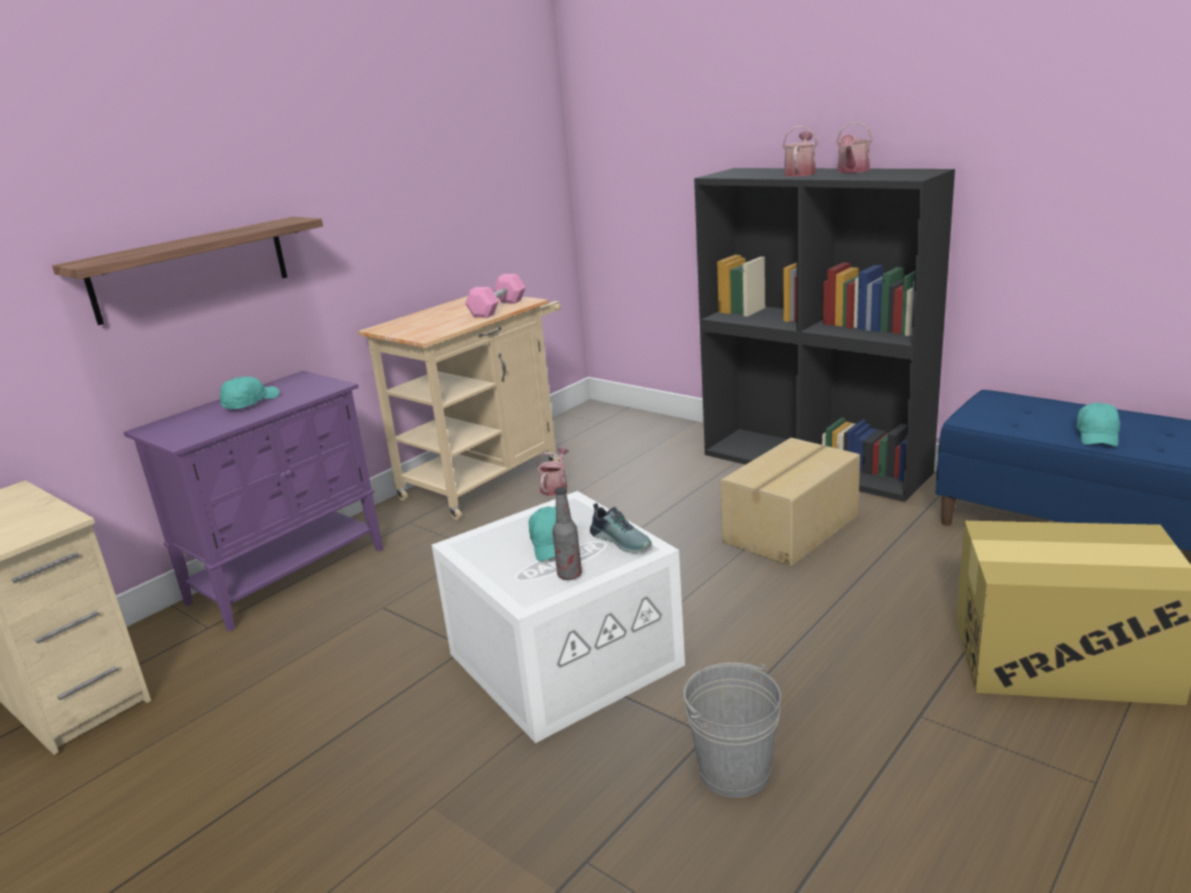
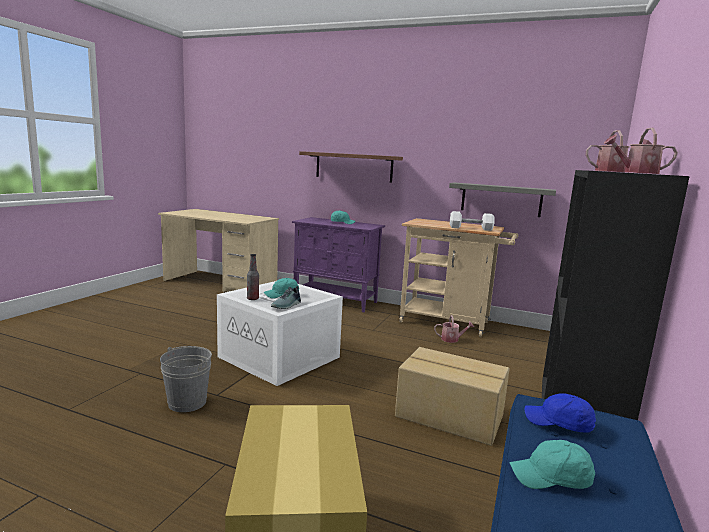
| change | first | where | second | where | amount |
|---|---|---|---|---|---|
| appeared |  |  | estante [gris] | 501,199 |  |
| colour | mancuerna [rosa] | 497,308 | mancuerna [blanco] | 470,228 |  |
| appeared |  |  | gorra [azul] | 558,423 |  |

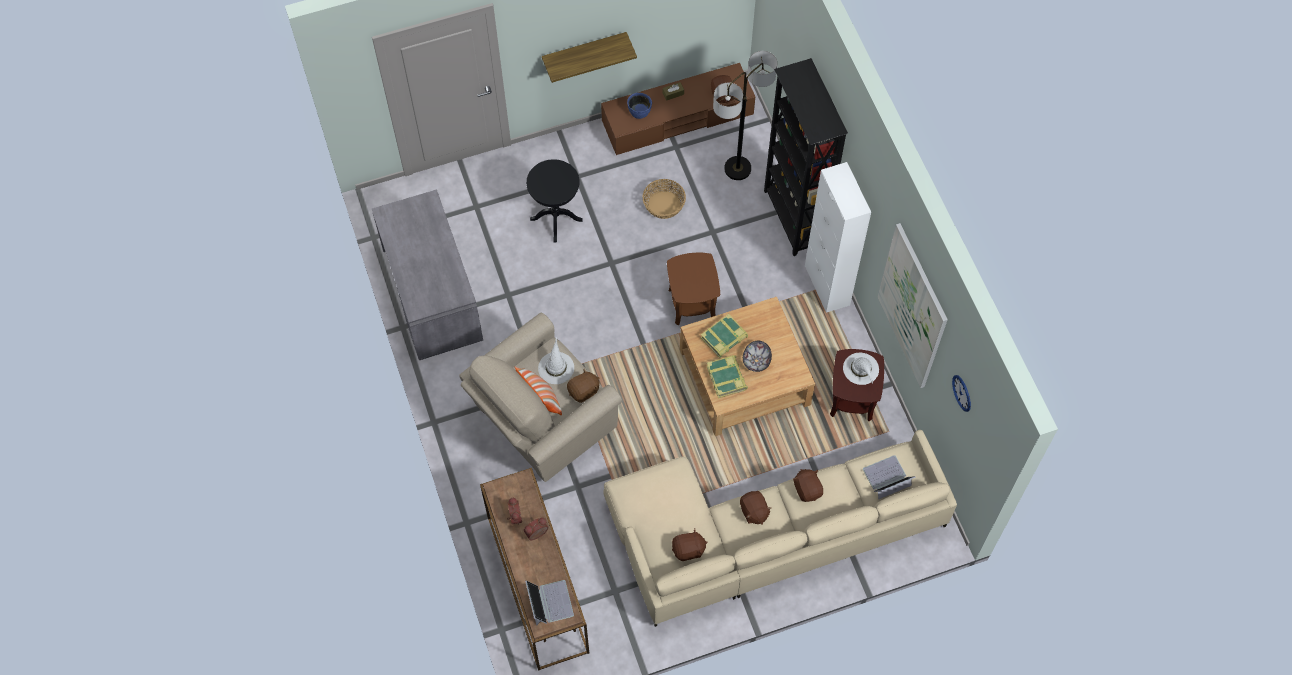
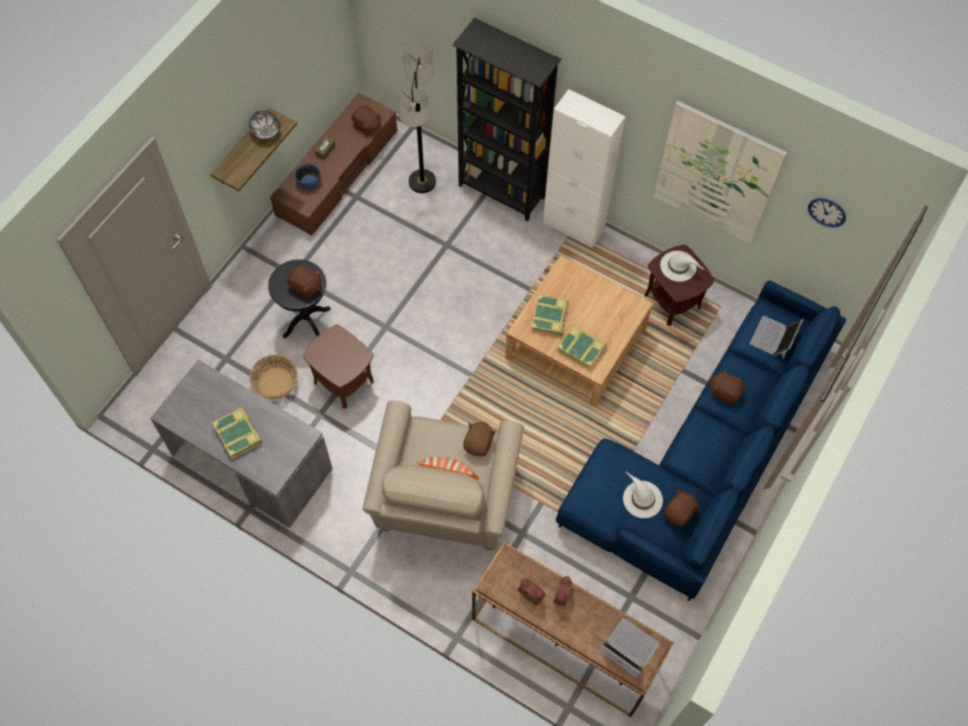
| change | first | where | second | where | amount |
|---|---|---|---|---|---|
| appeared |  |  | libro | 238,434 |  |
| relocated | cuenco | 756,360 |  | 265,132 |  |
| relocated | cesta | 664,204 |  | 275,383 |  |
| relocated | peluche [marrón] | 753,511 |  | 305,287 |  |
| relocated | mesa auxiliar [marrón] | 692,304 |  | 344,381 |  |
| colour | sofá [beis] | 765,533 | sofá [azul] | 704,456 |  |
| relocated | sombrero [blanco] | 556,367 |  | 642,499 |  |

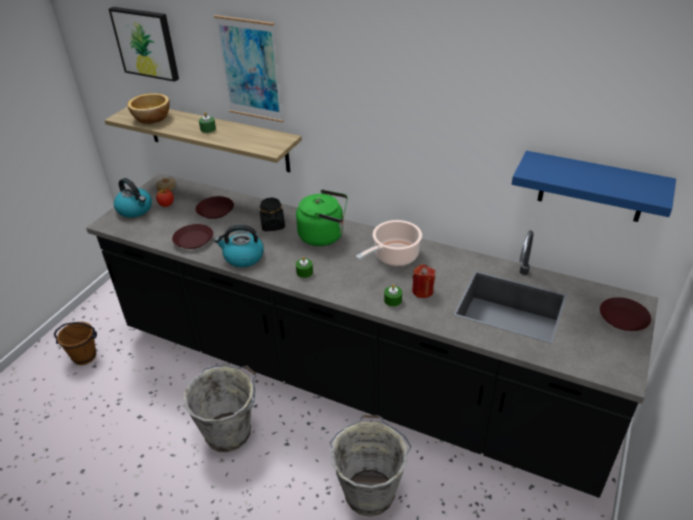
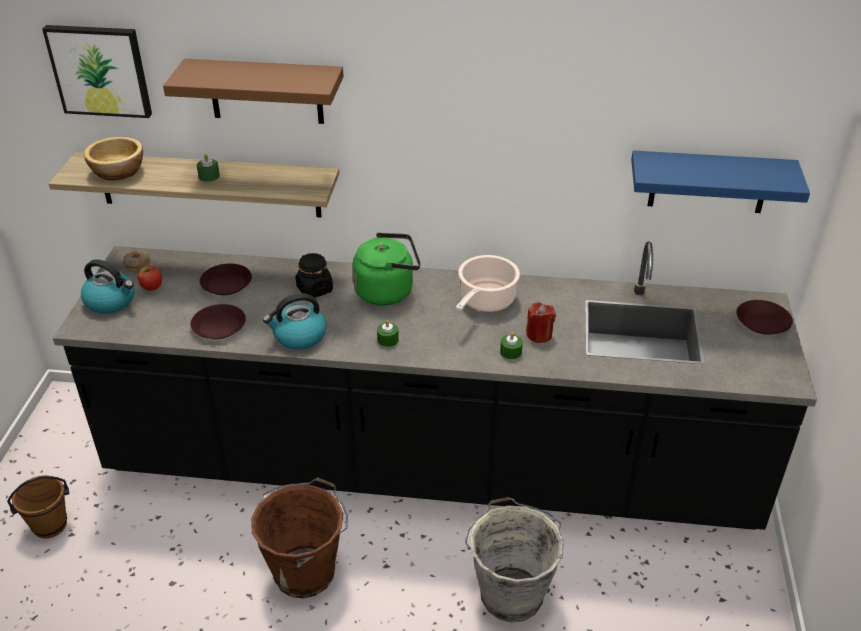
| change | first | where | second | where | amount |
|---|---|---|---|---|---|
| exchanged | cuadro | 250,69 | estante [marrón] | 266,91 |  |
| colour | cubo [gris] | 230,432 | cubo [marrón] | 306,570 |  |

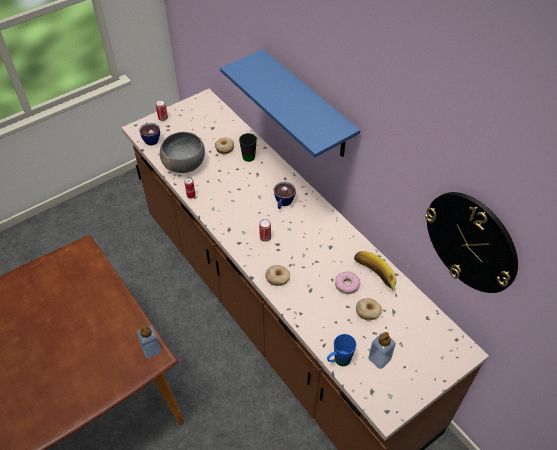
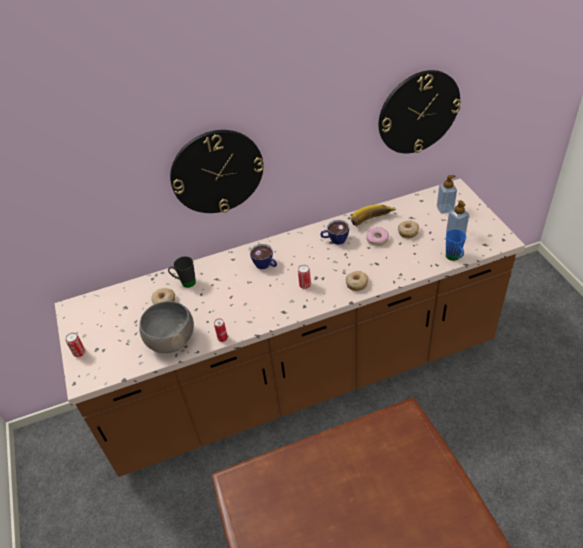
| change | first | where | second | where | amount |
|---|---|---|---|---|---|
| exchanged | estante [azul] | 307,106 | reloj de pared | 217,172 |  |
| relocated | taza | 151,139 |  | 334,240 |  |
| relocated | dispensador de jabón | 151,349 |  | 445,209 |  |

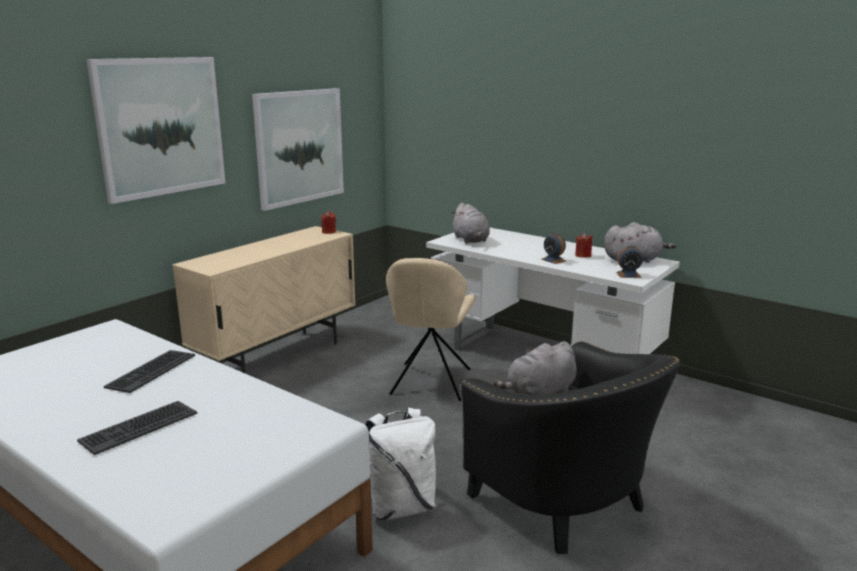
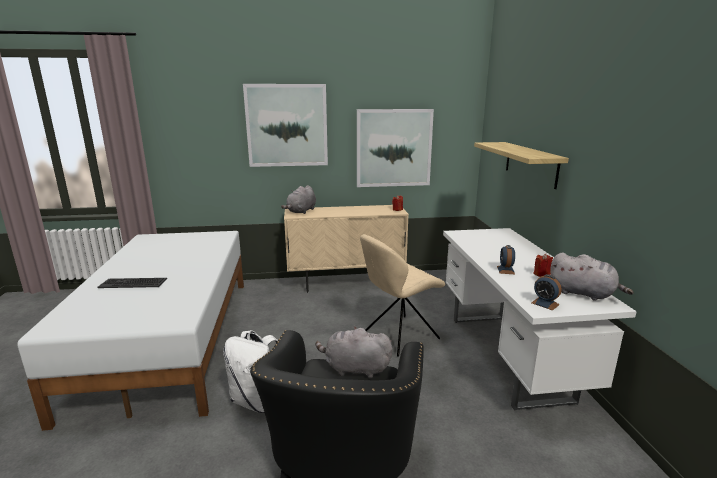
| change | first | where | second | where | amount |
|---|---|---|---|---|---|
| relocated | peluche [gris] | 471,240 |  | 301,211 |  |
| appeared |  |  | estante | 530,163 |  |
| missing | teclado | 151,371 |  |  |  |

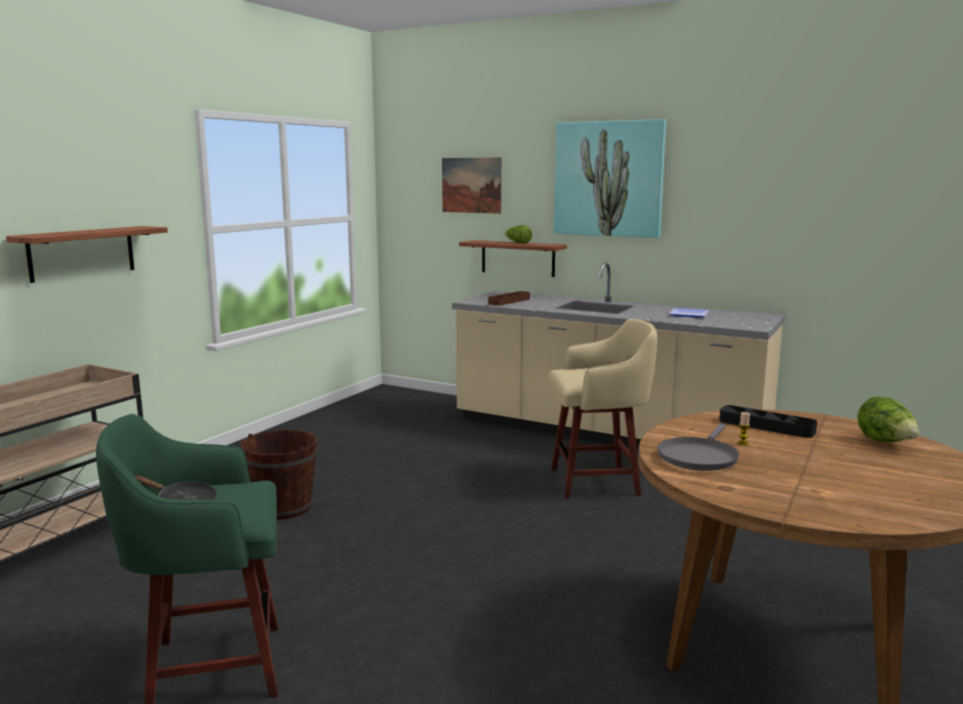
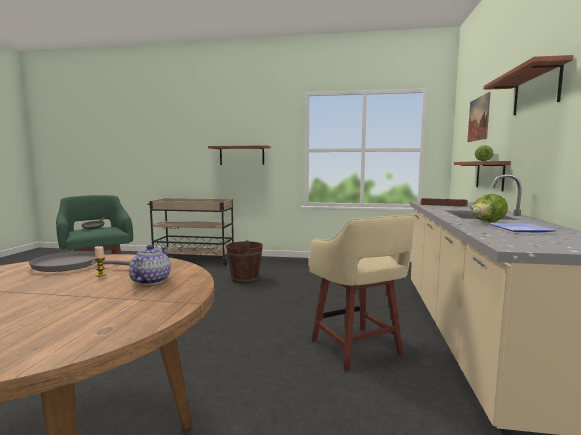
| change | first | where | second | where | amount |
|---|---|---|---|---|---|
| exchanged | bandeja [negro] | 766,426 | tetera | 150,281 |  |
| relocated | lechuga | 886,443 |  | 487,222 |  |
| exchanged | cuadro | 608,179 | estante | 536,90 |  |

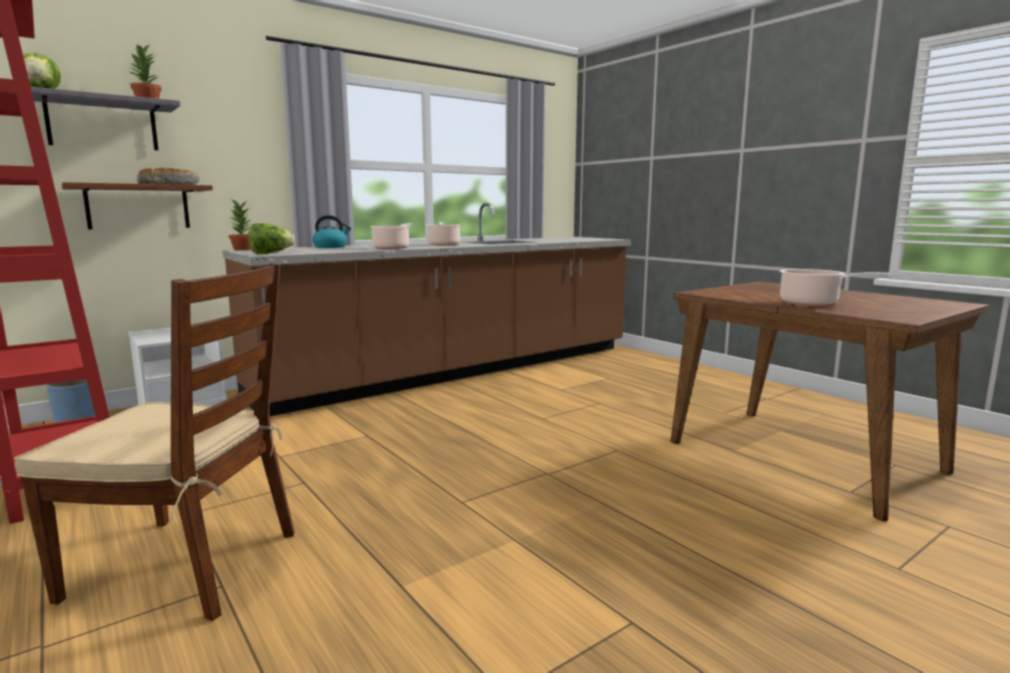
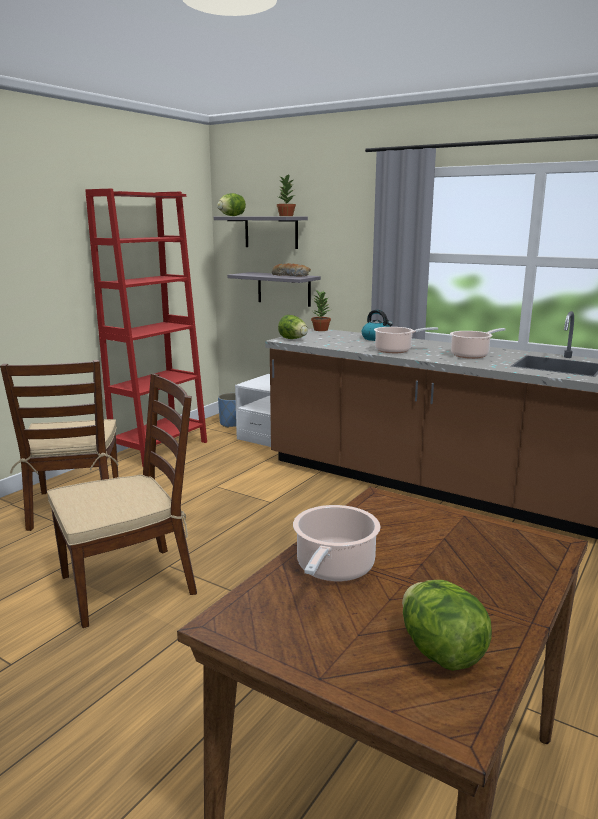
| change | first | where | second | where | amount |
|---|---|---|---|---|---|
| appeared |  |  | silla [marrón] | 129,584 |  |
| colour | estante [marrón] | 138,207 | estante [gris] | 284,289 |  |
| appeared |  |  | lechuga | 440,652 |  |

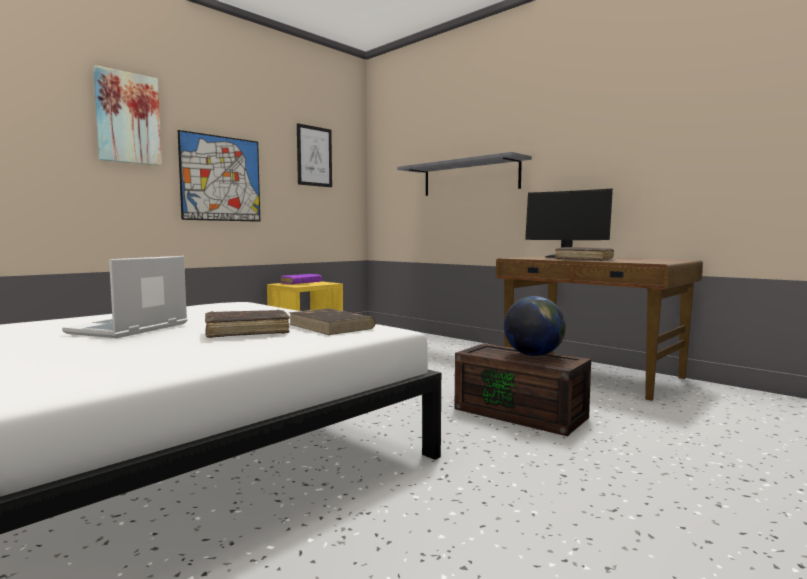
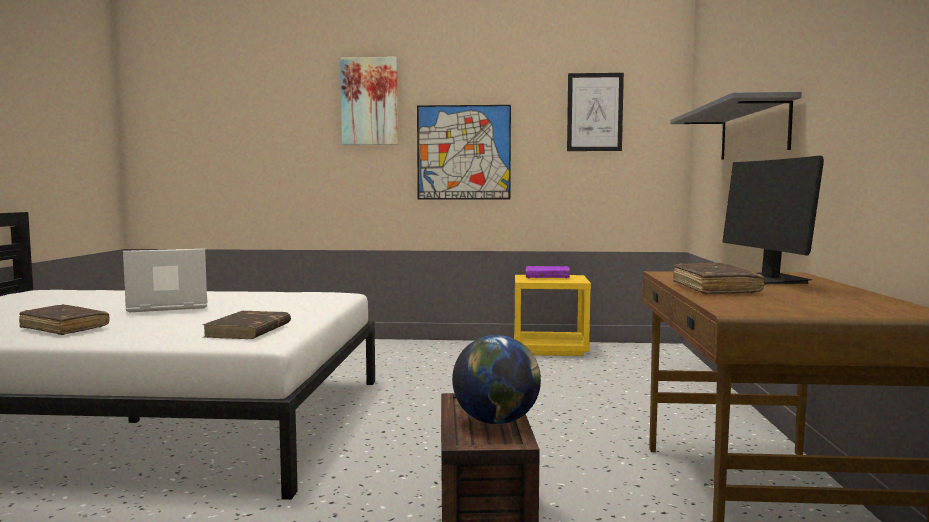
| change | first | where | second | where | amount |
|---|---|---|---|---|---|
| relocated | libro [marrón] | 247,332 |  | 64,328 |  |

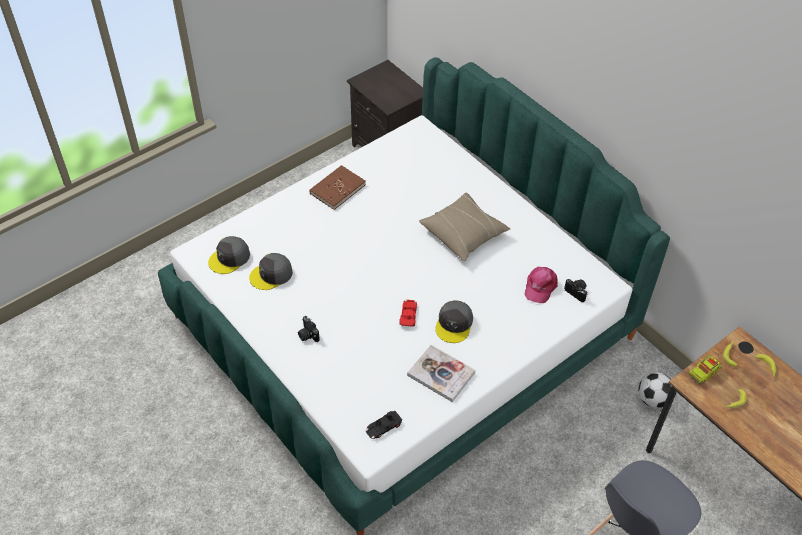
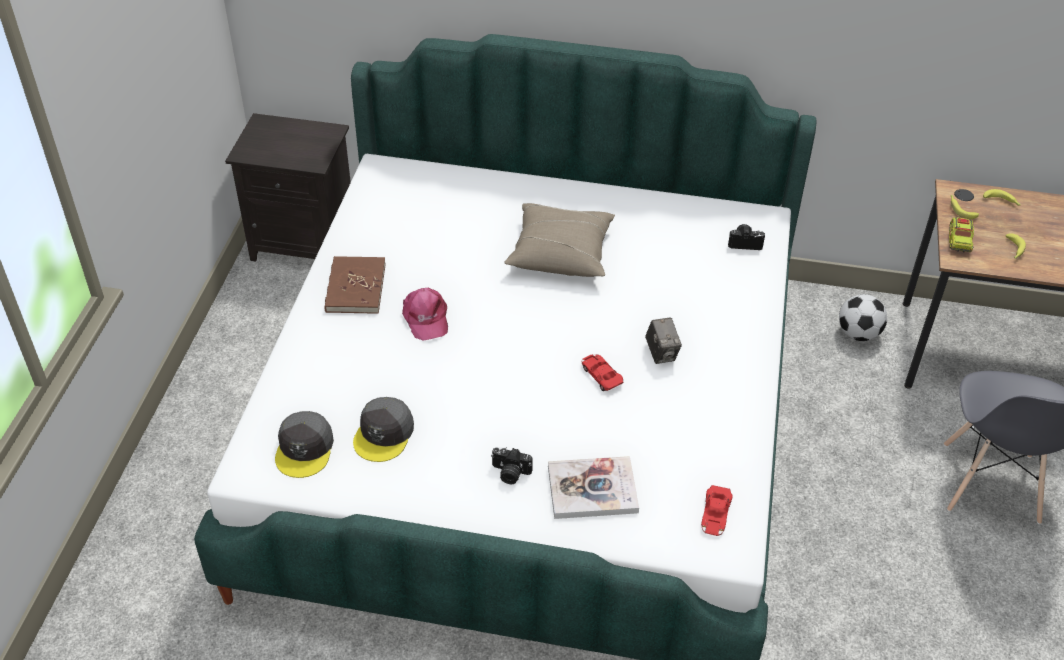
| change | first | where | second | where | amount |
|---|---|---|---|---|---|
| relocated | gorra [rosa] | 540,286 |  | 425,318 |  |
| relocated | libro | 441,374 |  | 592,489 |  |
| exchanged | gorra [gris] | 454,324 | cámara | 661,353 |  |
| colour | coche de juguete [negro] | 383,427 | coche de juguete [rojo] | 715,514 |  |

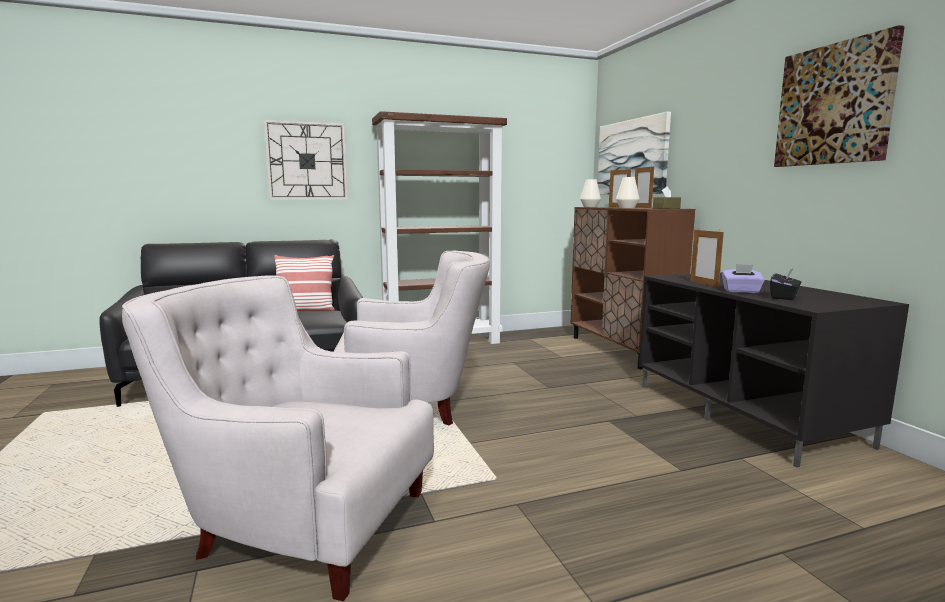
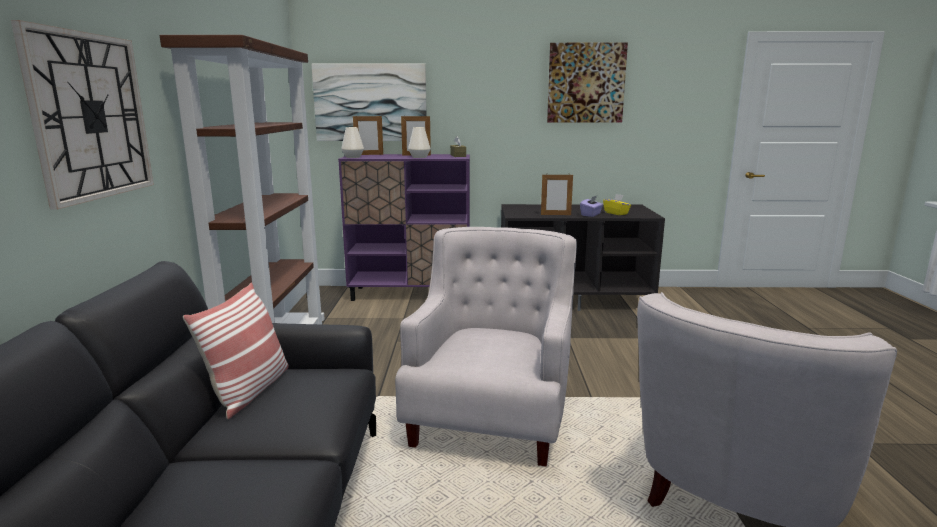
| change | first | where | second | where | amount |
|---|---|---|---|---|---|
| colour | armario [marrón] | 621,350 | armario [morado] | 411,294 |  |
| colour | caja de pañuelos [negro] | 784,297 | caja de pañuelos [amarillo] | 616,213 |  |

